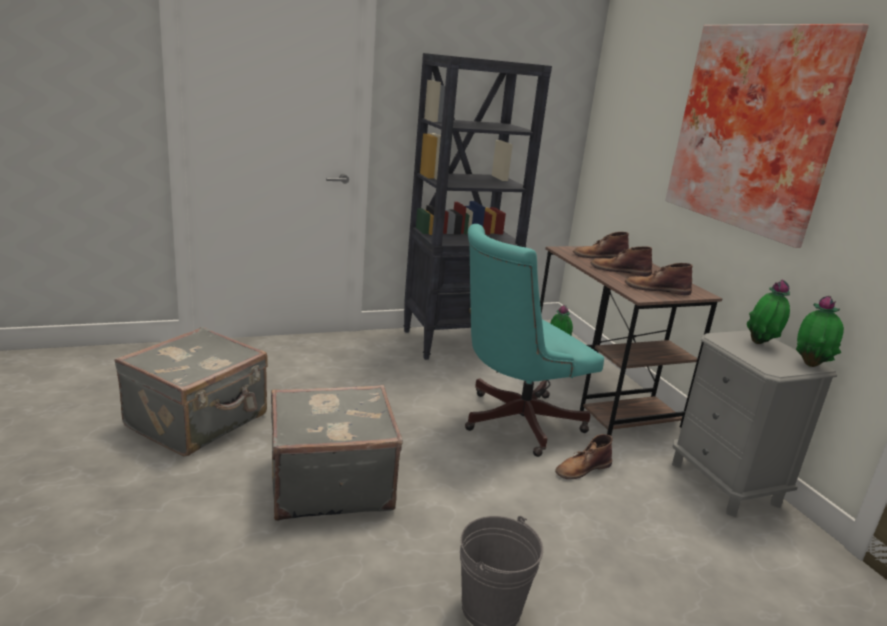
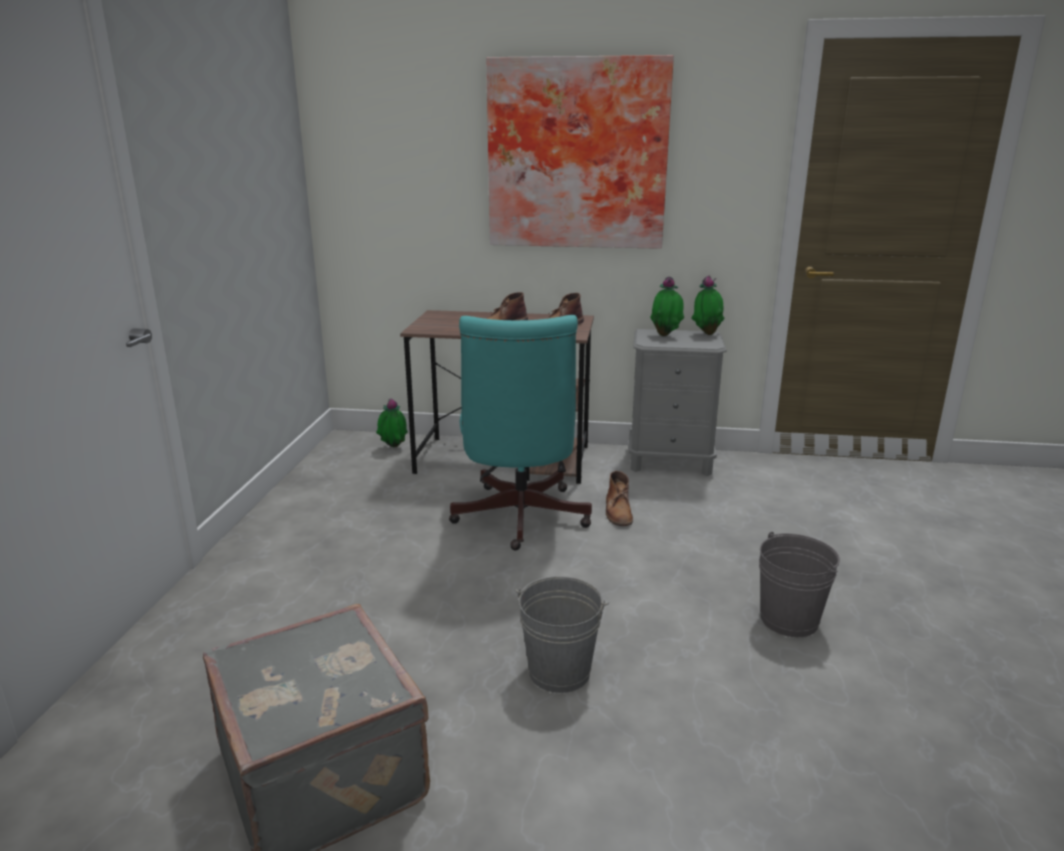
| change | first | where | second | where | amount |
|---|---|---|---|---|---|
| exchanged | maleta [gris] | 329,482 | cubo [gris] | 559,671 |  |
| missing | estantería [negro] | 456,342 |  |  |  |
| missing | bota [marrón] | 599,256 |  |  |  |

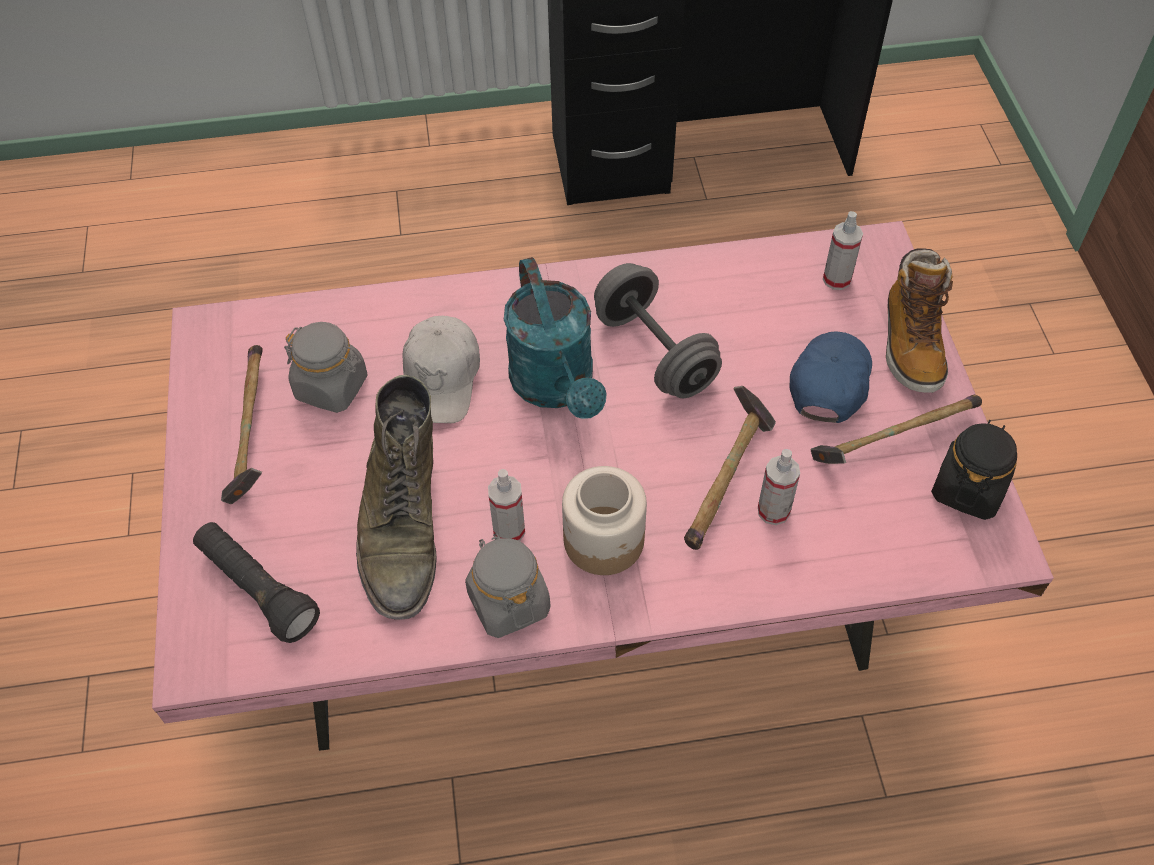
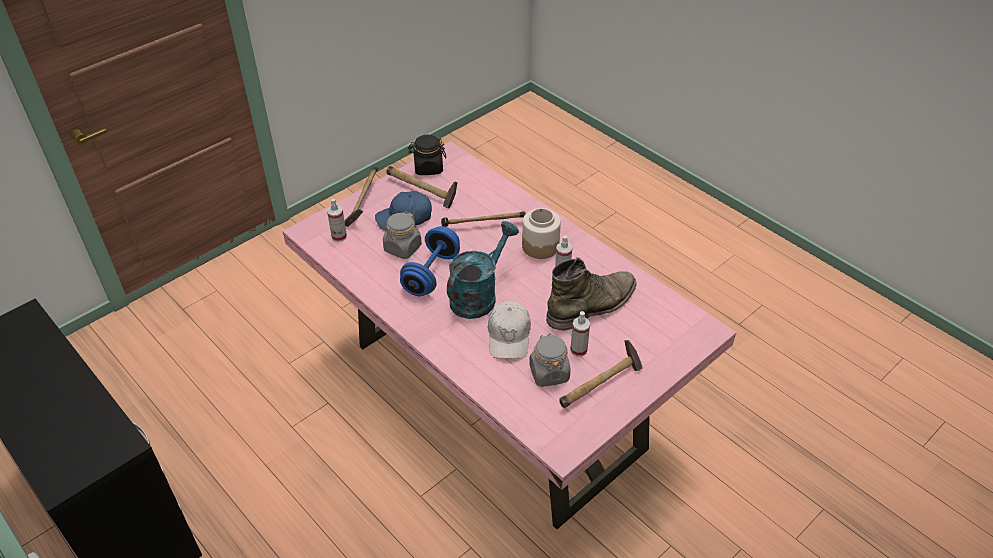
| change | first | where | second | where | amount |
|---|---|---|---|---|---|
| exchanged | bota | 911,344 | martillo | 363,203 |  |
| relocated | tarro [gris] | 508,602 |  | 402,248 |  |
| colour | mancuerna [gris] | 655,352 | mancuerna [azul] | 431,274 |  |
| spun | gorra [blanco] | 441,379 |  | 509,336 | 120 degrees clockwise |
| relocated | pulverizador | 773,511 |  | 578,350 |  |
| missing | linterna [negro] | 257,589 |  |  |  |

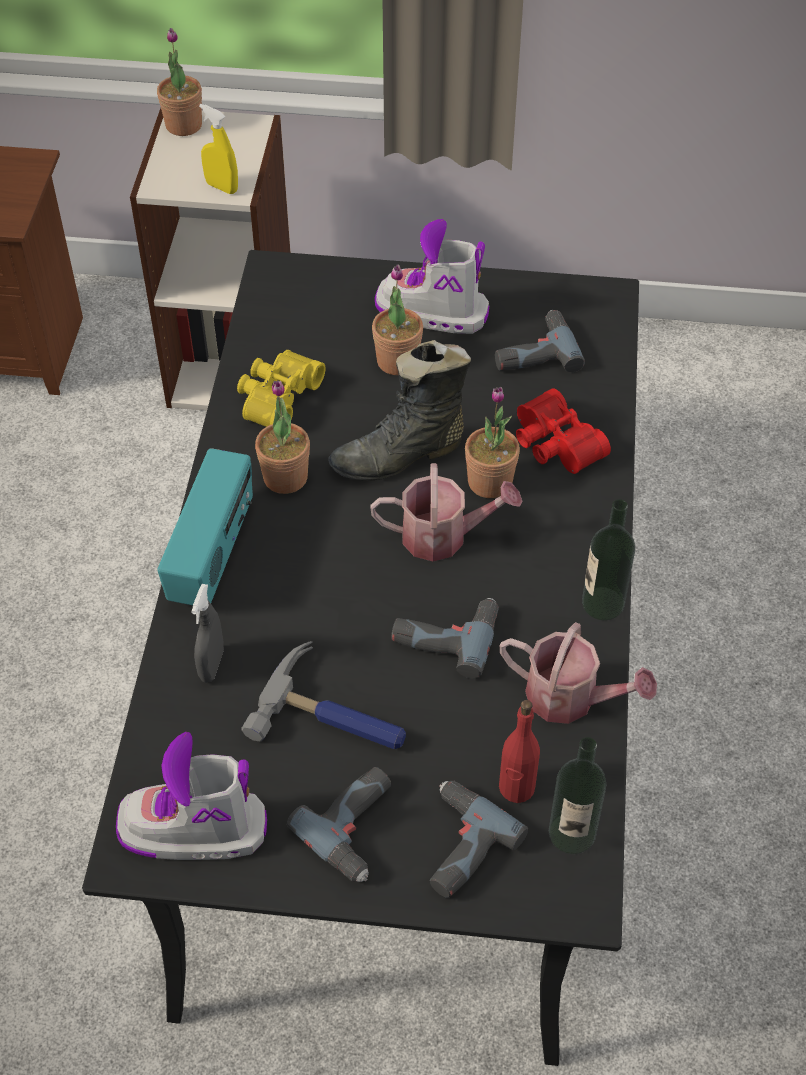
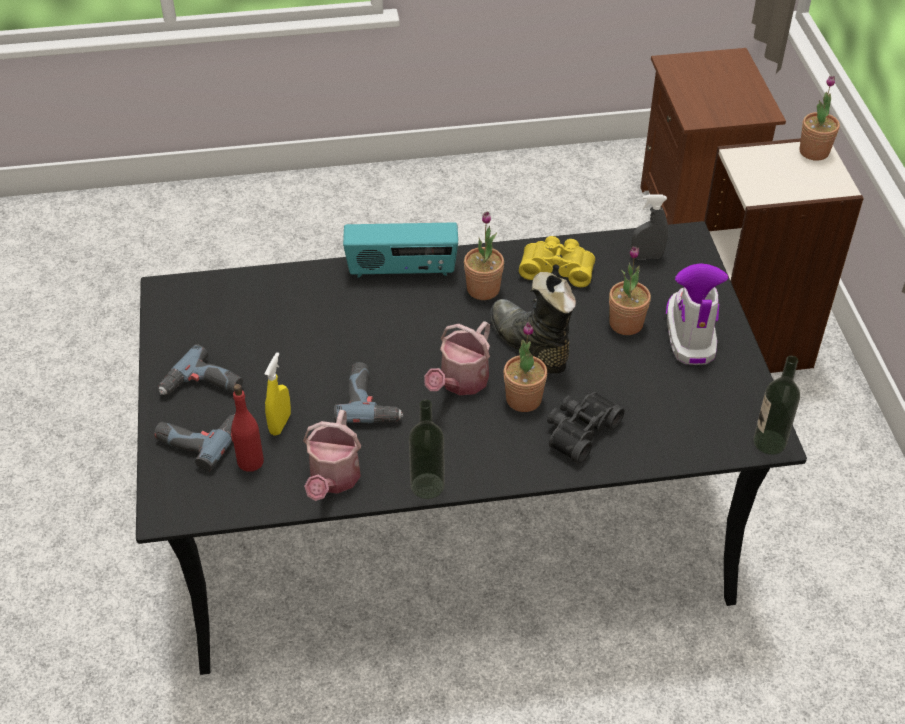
| change | first | where | second | where | amount |
|---|---|---|---|---|---|
| relocated | pulverizador [amarillo] | 221,187 |  | 280,424 |  |
| spun | regadera | 443,536 |  | 460,383 | 45 degrees clockwise |
| colour | prismáticos [rojo] | 553,445 | prismáticos [negro] | 579,431 |  |
| relocated | pulverizador [gris] | 211,665 |  | 647,256 |  |
| relocated | botella | 572,833 |  | 769,442 |  |
| missing | bota | 193,830 |  |  |  |
| missing | martillo | 336,715 |  |  |  |
| missing | taladro | 533,351 |  |  |  |

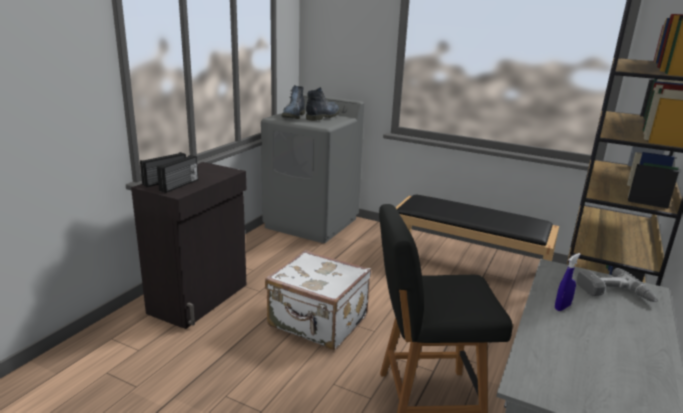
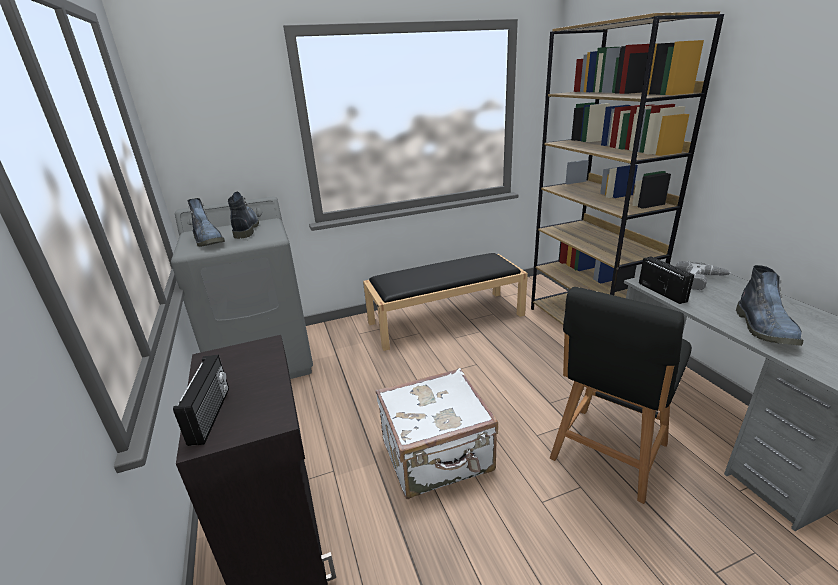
| change | first | where | second | where | amount |
|---|---|---|---|---|---|
| relocated | radio | 180,185 |  | 662,292 |  |
| appeared |  |  | bota | 765,329 |  |
| missing | pulverizador [azul] | 562,307 |  |  |  |

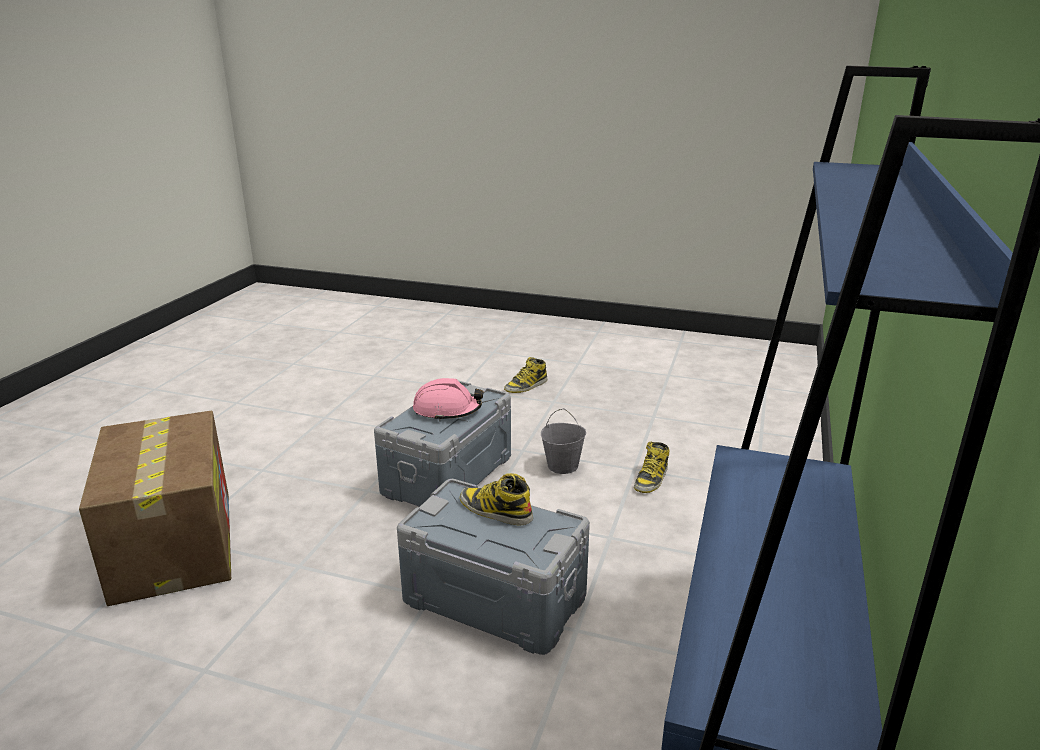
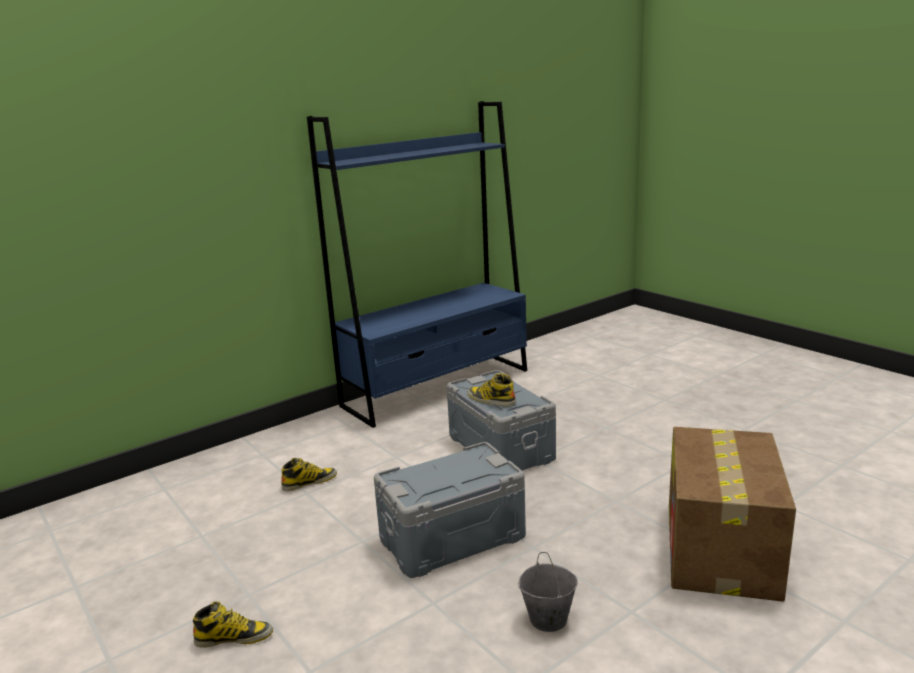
| change | first | where | second | where | amount |
|---|---|---|---|---|---|
| spun | bota | 495,511 |  | 491,400 | 150 degrees clockwise |
| relocated | cubo [gris] | 563,466 |  | 547,619 |  |
| missing | casco [rosa] | 447,410 |  |  |  |

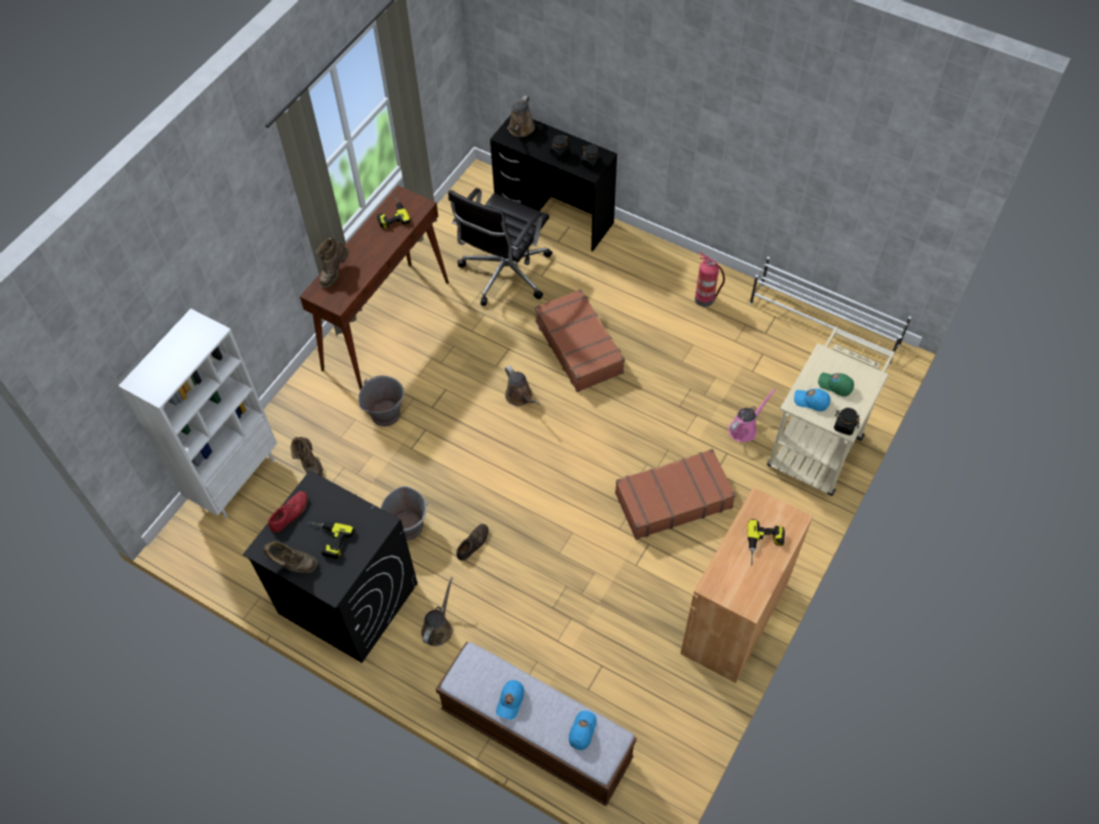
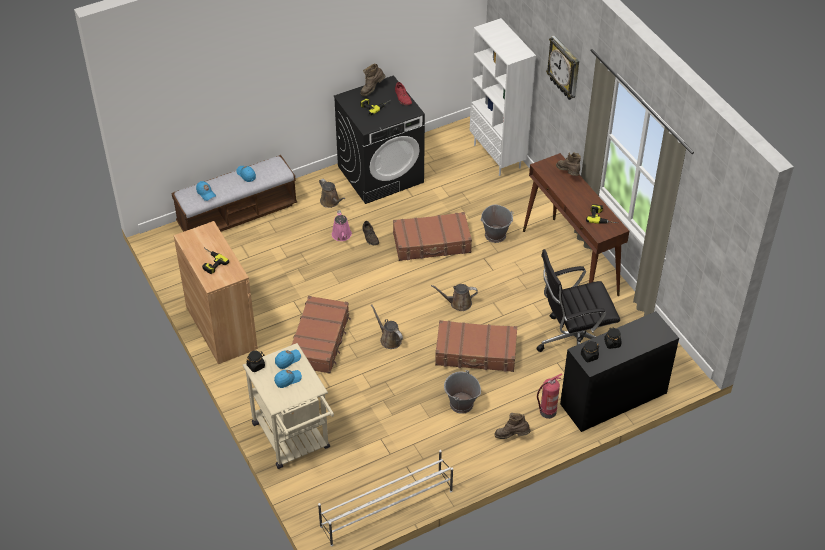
| change | first | where | second | where | amount |
|---|---|---|---|---|---|
| colour | gorra [verde] | 835,385 | gorra [azul] | 288,379 |  |
| relocated | regadera [rosa] | 745,428 |  | 342,235 |  |
| relocated | regadera [marrón] | 520,130 |  | 389,339 |  |
| appeared |  |  | maleta [marrón] | 432,243 |  |
| relocated | cubo [gris] | 408,526 |  | 461,404 |  |
| relocated | bota [marrón] | 310,464 |  | 512,435 |  |
| spun | silla de oficina [negro] | 504,274 |  | 573,342 | 75 degrees counterclockwise |
| relocated | extintor | 705,299 |  | 547,412 |  |
| appeared |  |  | reloj de pared | 564,68 |  |

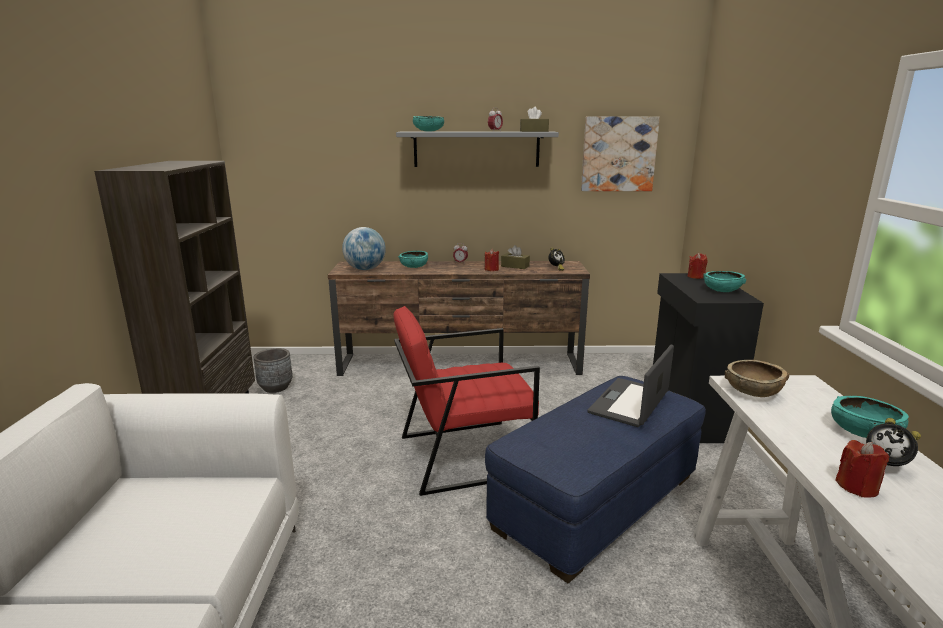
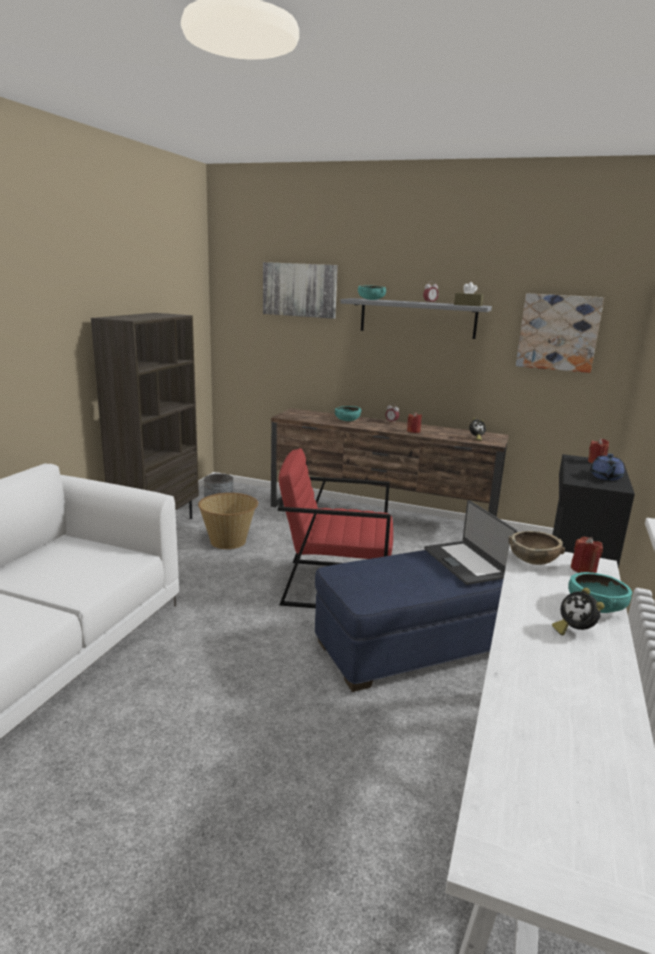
| change | first | where | second | where | amount |
|---|---|---|---|---|---|
| appeared |  |  | cesta | 229,541 |  |
| appeared |  |  | cuadro | 300,290 |  |
| spun | portátil | 630,403 |  | 466,562 | 75 degrees counterclockwise |
| relocated | vela [rojo] | 857,487 |  | 583,569 |  |
| exchanged | cuenco [turquesa] | 722,290 | tetera [azul] | 605,477 |  |
| missing | globo terráqueo | 365,269 |  |  |  |
| missing | caja de pañuelos [marrón] | 515,266 |  |  |  |

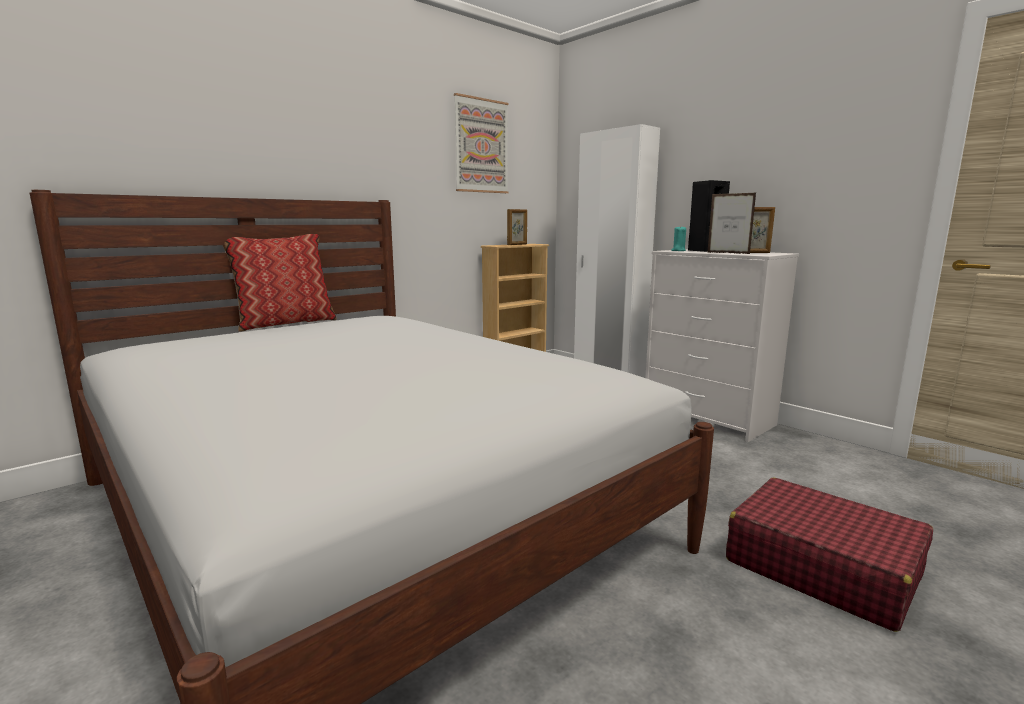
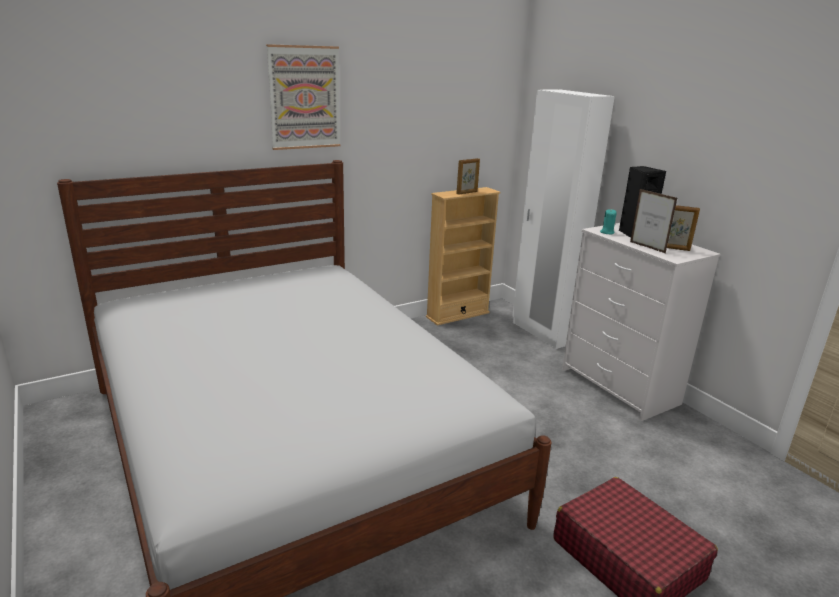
| change | first | where | second | where | amount |
|---|---|---|---|---|---|
| relocated | cuadro | 481,146 |  | 304,98 |  |
| missing | cojín | 285,323 |  |  |  |

